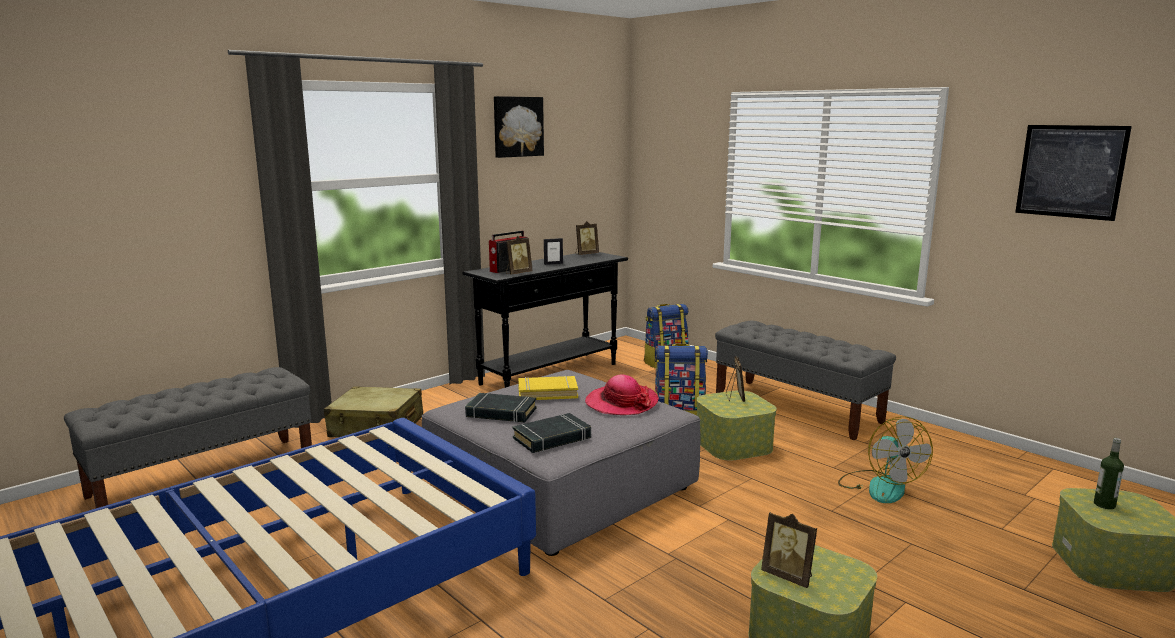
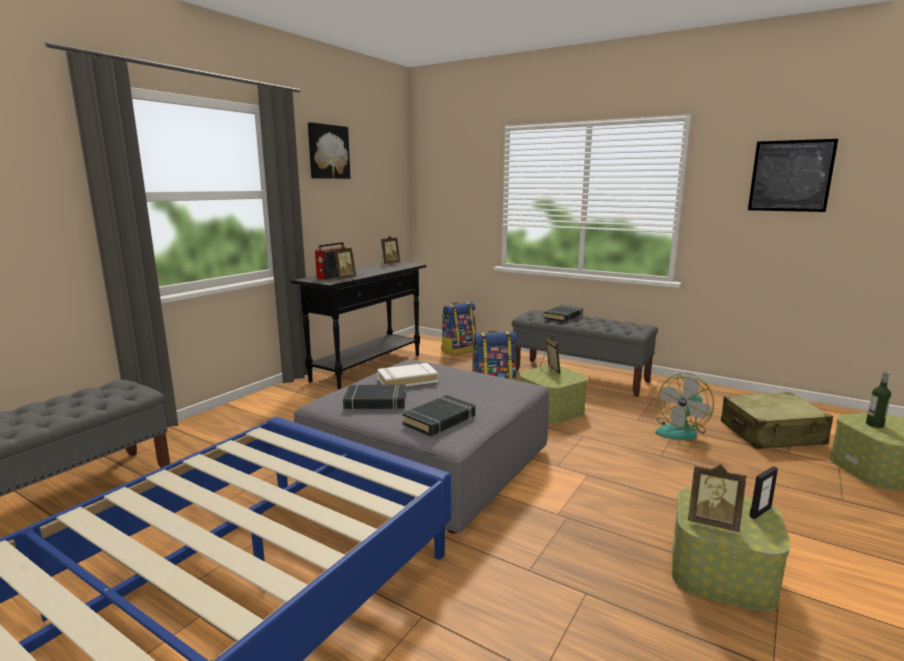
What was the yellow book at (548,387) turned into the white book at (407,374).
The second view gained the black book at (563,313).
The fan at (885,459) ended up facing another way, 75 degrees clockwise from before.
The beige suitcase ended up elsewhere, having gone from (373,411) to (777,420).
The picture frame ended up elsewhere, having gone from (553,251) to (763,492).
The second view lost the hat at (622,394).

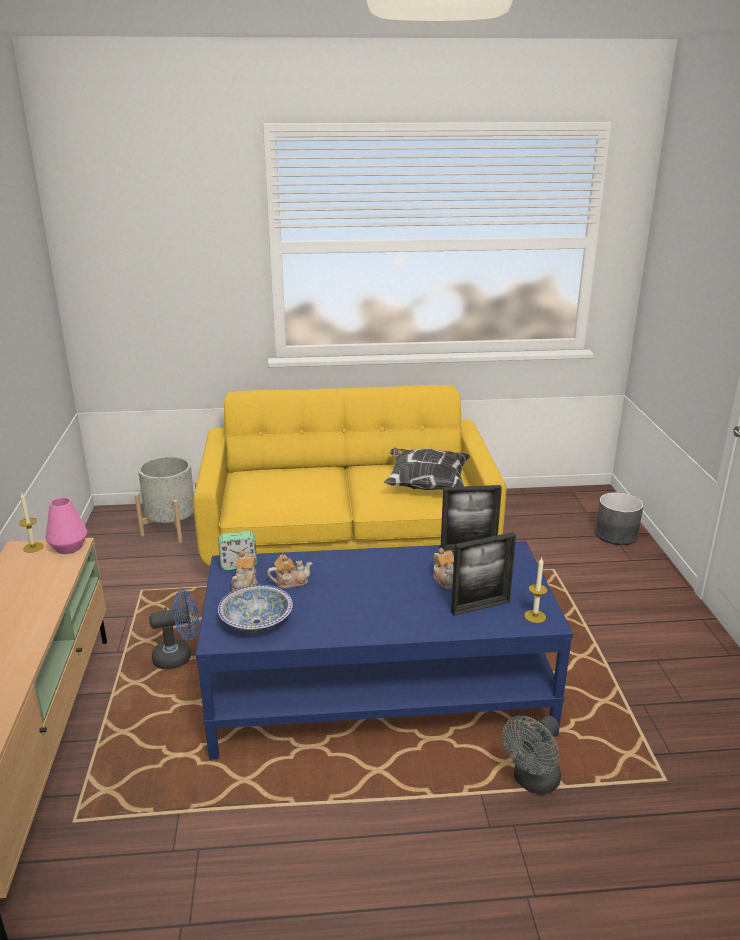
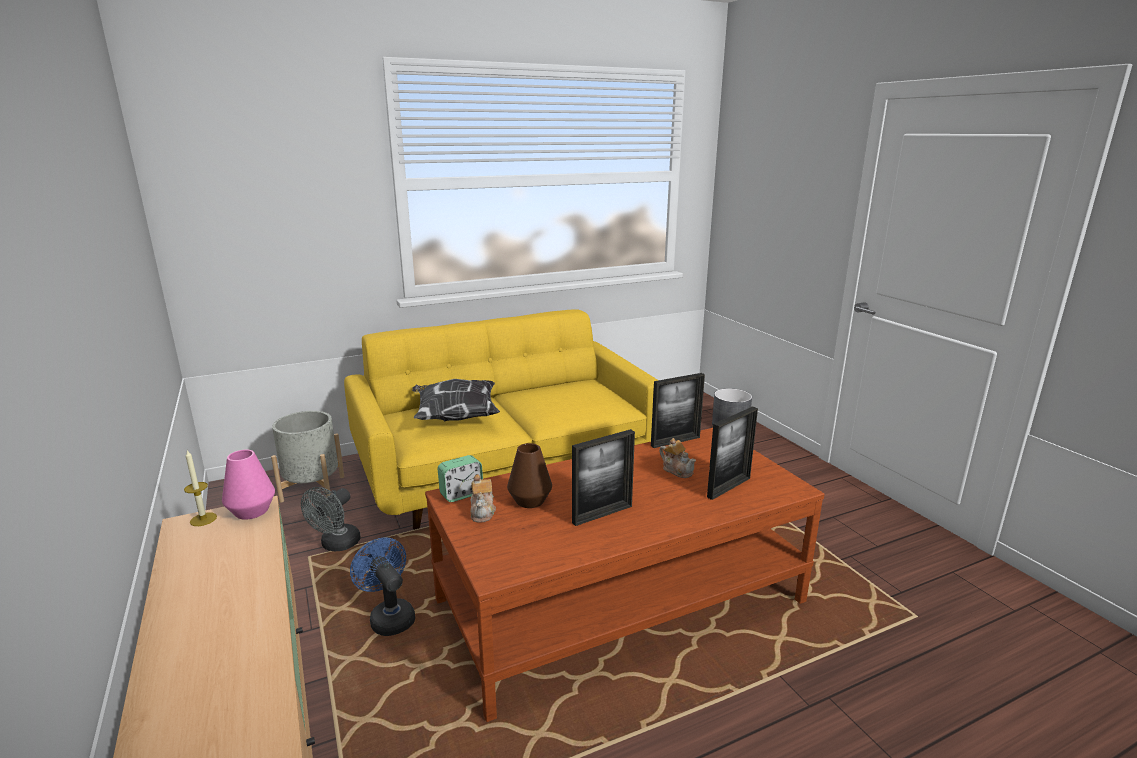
The grey fan ended up elsewhere, having gone from (531,755) to (331,519).
The blue fan at (174,630) ended up facing another way, 90 degrees counterclockwise from before.
The pillow ended up elsewhere, having gone from (427,469) to (456,400).
What was the blue coffee table at (384,650) turned into the brown coffee table at (625,575).
Where the teapot stood at (289,572), the brown vase came to stand at (529,475).
The second view gained the picture frame at (603,477).
The second view lost the bowl at (255,609).
The second view lost the candle at (536,590).

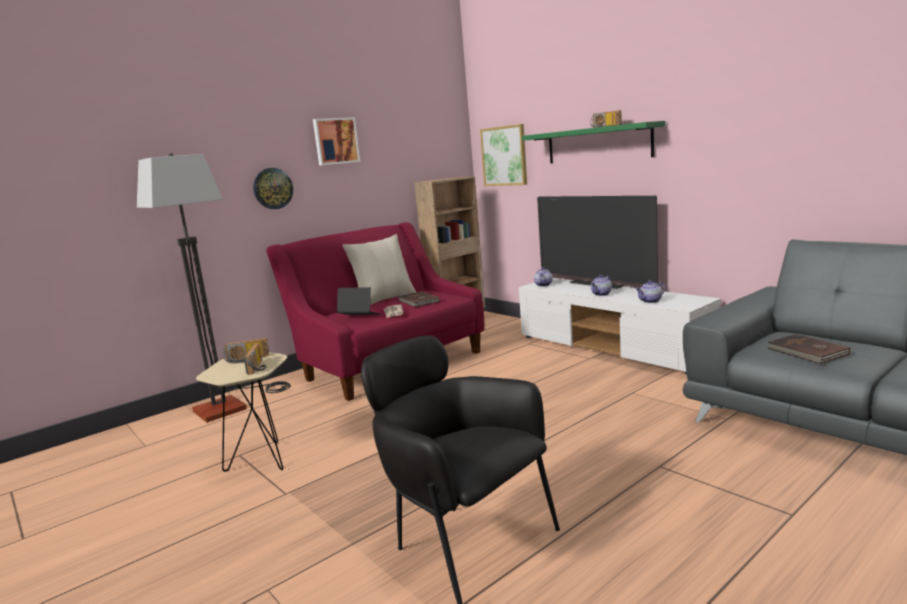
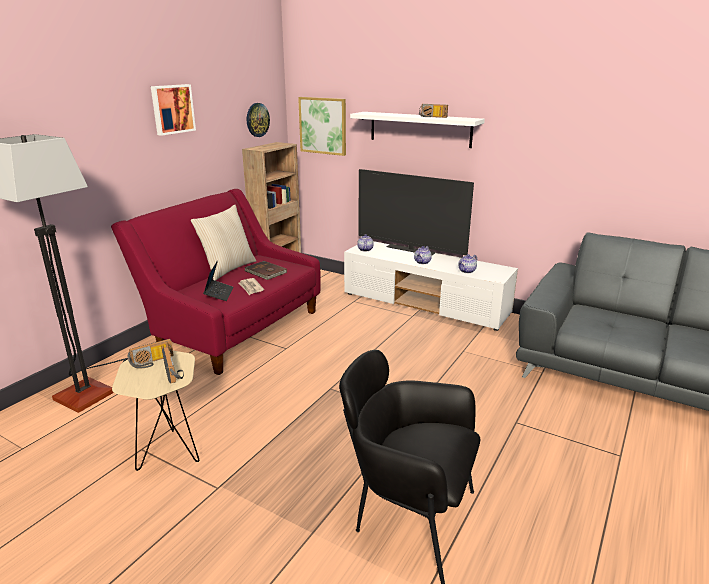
The laptop at (358,301) ended up facing another way, 90 degrees clockwise from before.
The wall clock ended up elsewhere, having gone from (273,188) to (258,120).
What was the green shelf at (593,142) turned into the white shelf at (417,130).
The second view lost the brown book at (808,349).

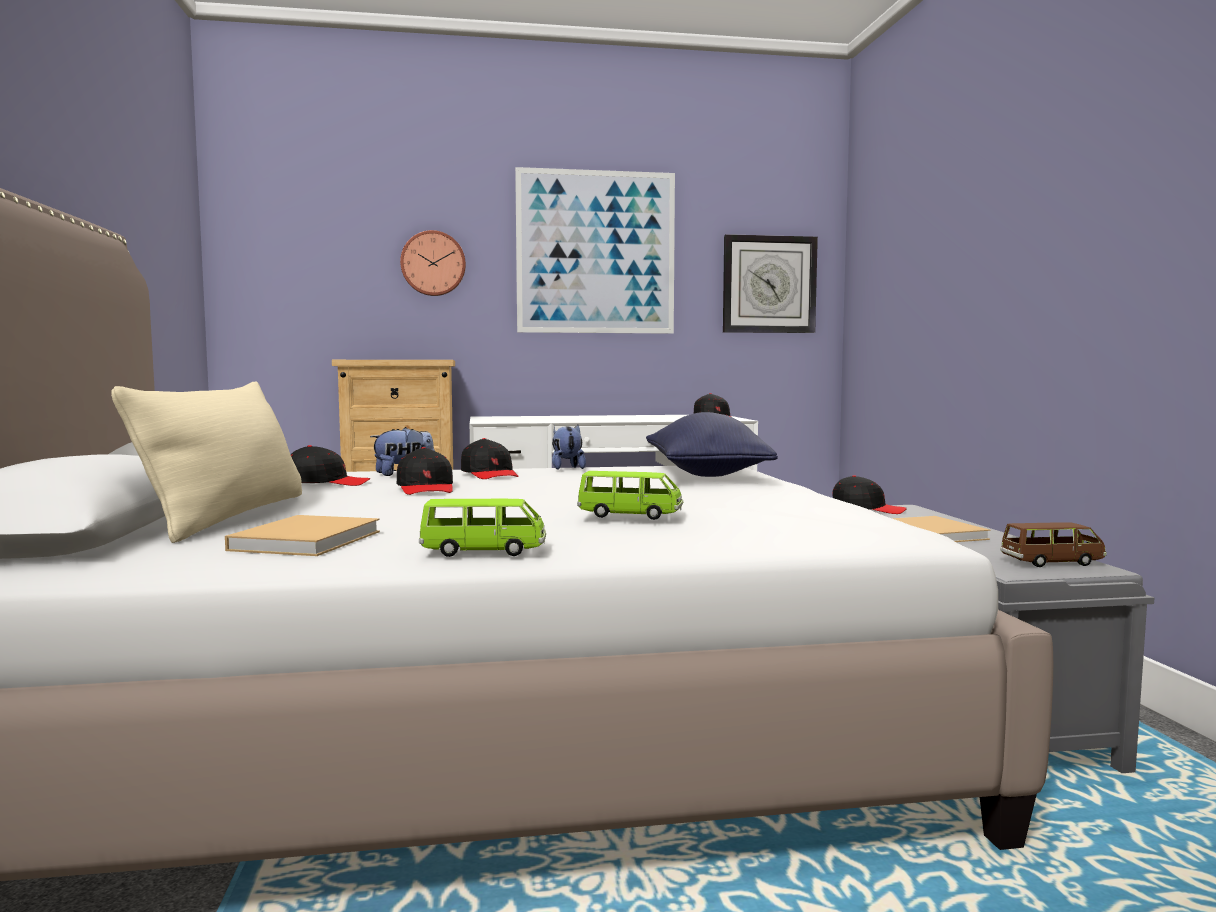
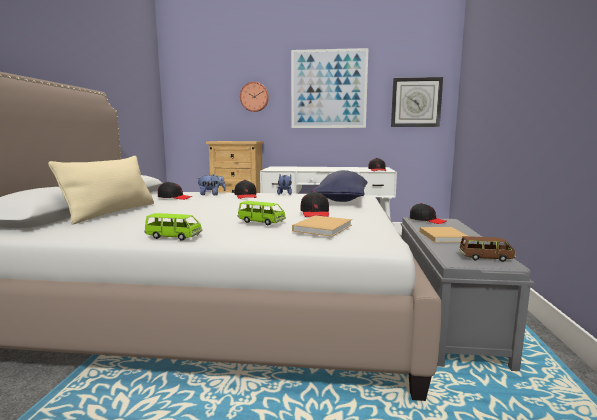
The beige book ended up elsewhere, having gone from (302,535) to (322,226).
The black cap ended up elsewhere, having gone from (424,471) to (314,204).

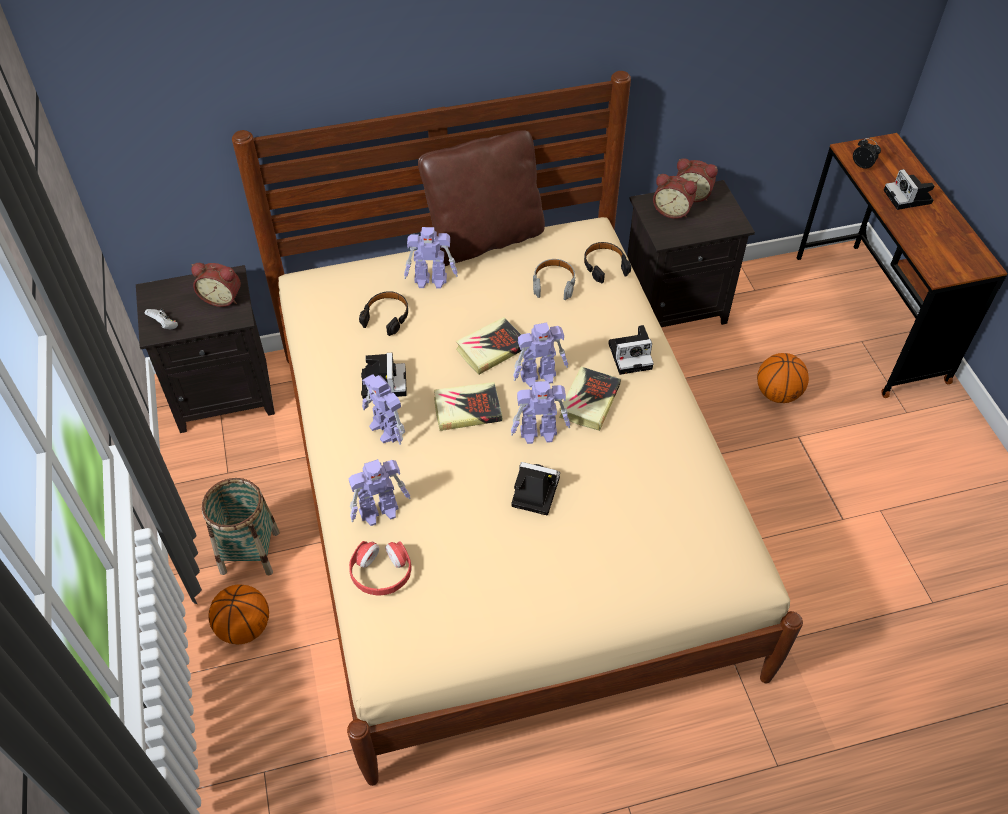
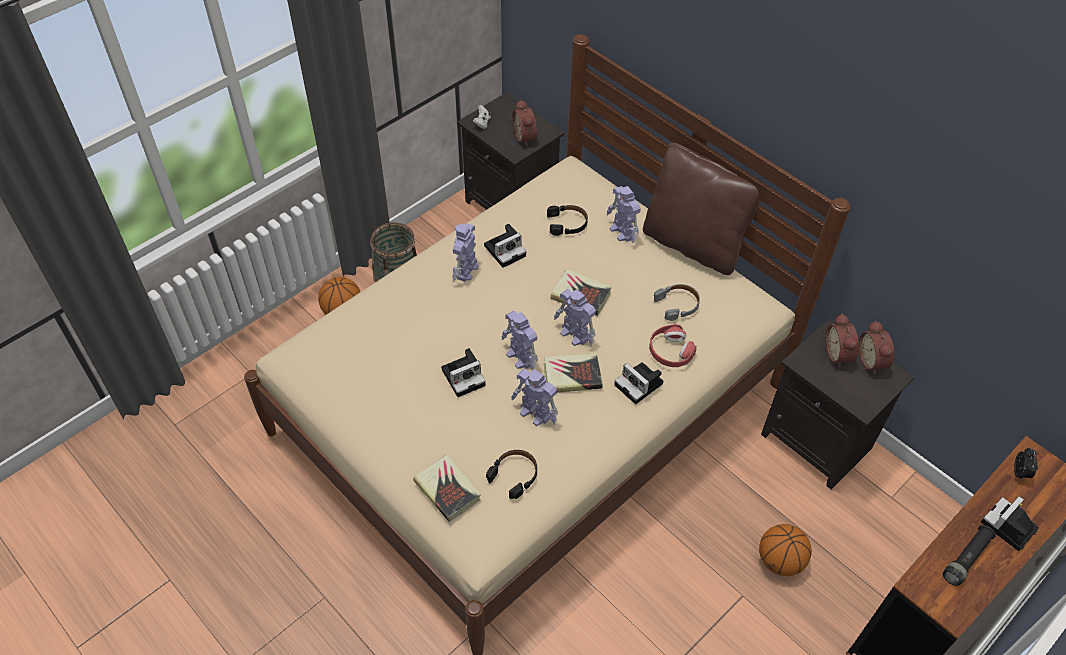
The book ended up elsewhere, having gone from (468,406) to (447,488).
The photo camera at (535,488) ended up facing another way, 75 degrees clockwise from before.
The black headphones ended up elsewhere, having gone from (607,263) to (511,474).
The toy robot ended up elsewhere, having gone from (379,492) to (534,397).
The red headphones ended up elsewhere, having gone from (380,568) to (673,345).
The second view gained the black flashlight at (969,555).

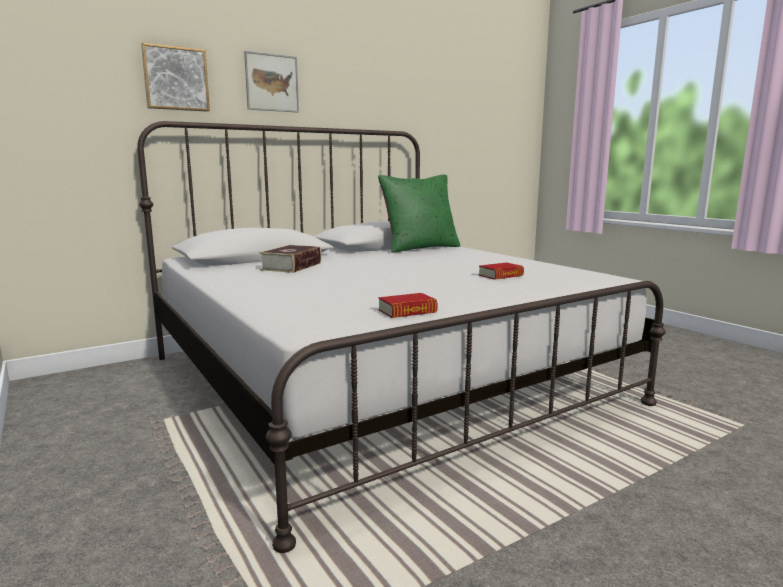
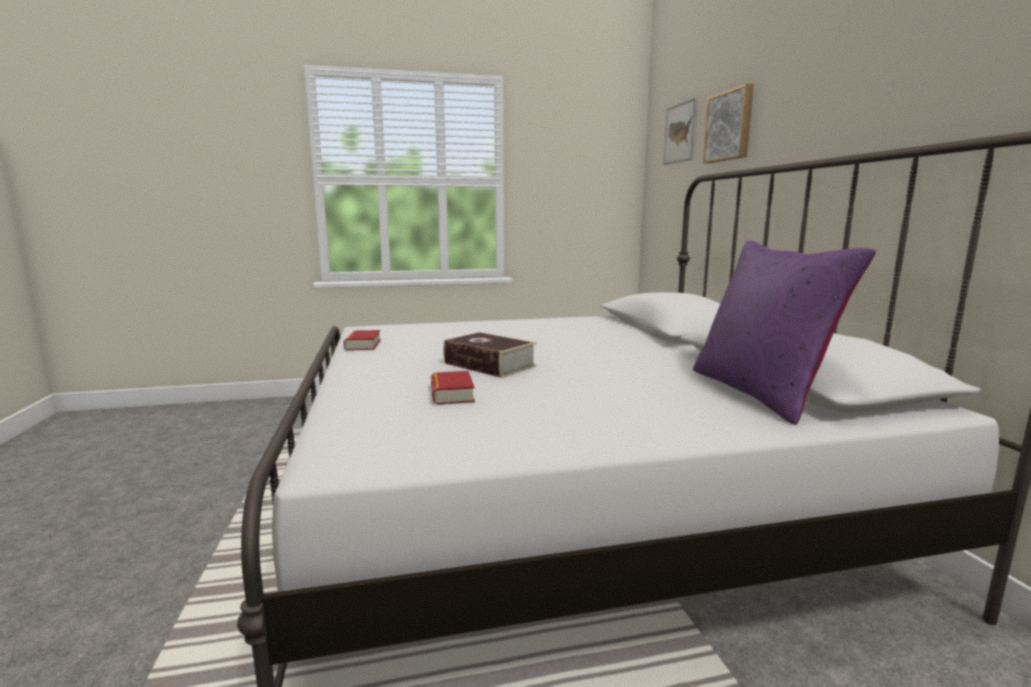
The book ended up elsewhere, having gone from (290,259) to (490,355).
The picture ended up elsewhere, having gone from (271,82) to (680,131).
What was the green pillow at (419,214) turned into the purple pillow at (784,333).

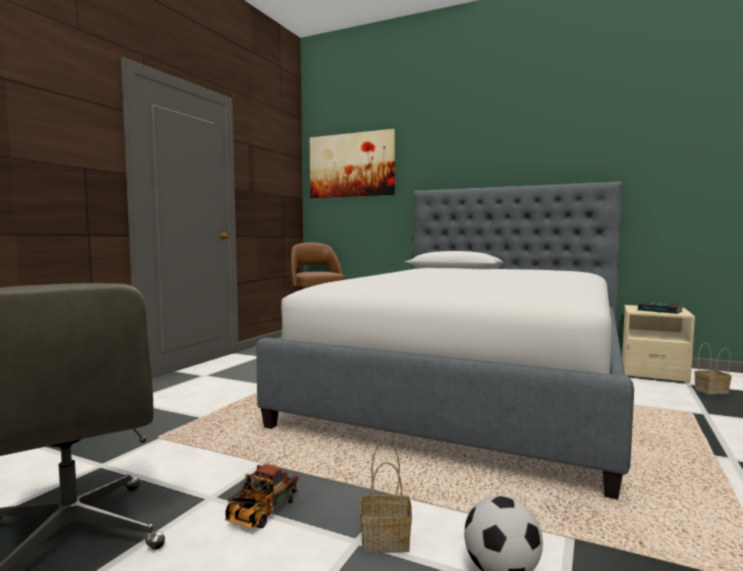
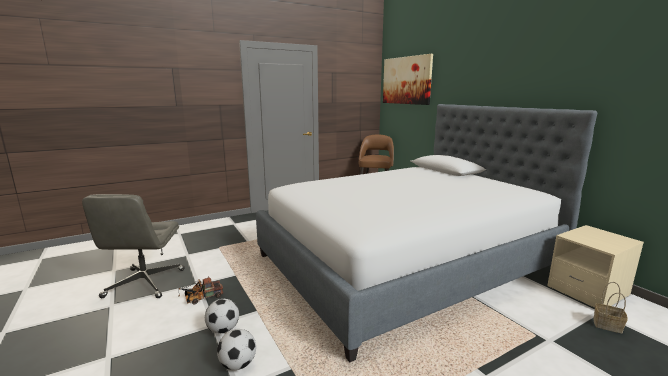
Where the basket stood at (386,497), the football came to stand at (222,316).
The second view lost the book at (660,307).

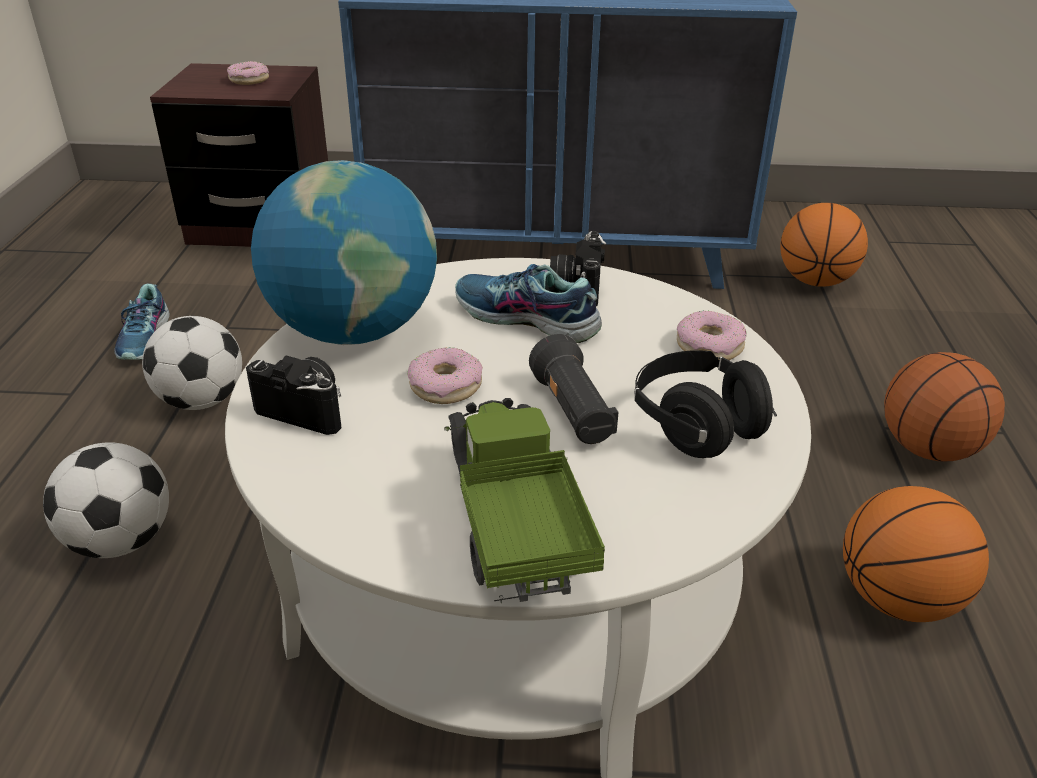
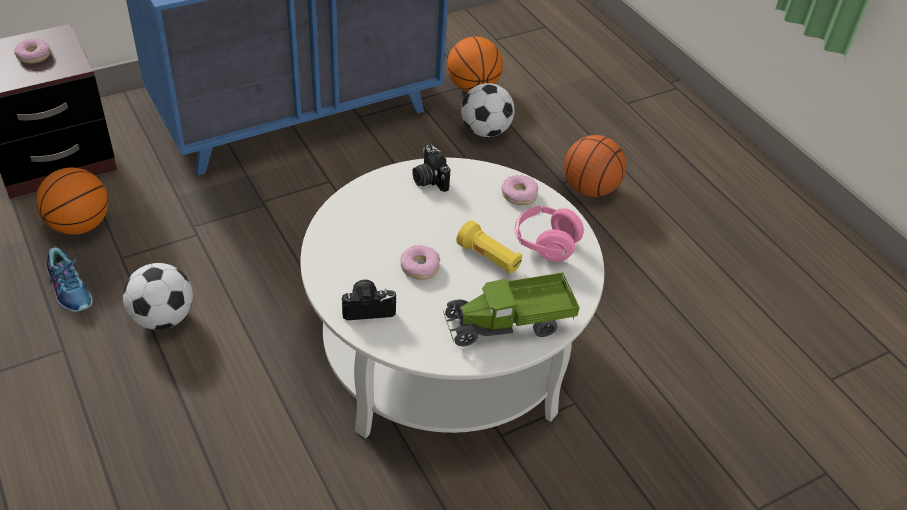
The basketball ended up elsewhere, having gone from (916,554) to (72,201).
The toy truck at (524,500) ended up facing another way, 60 degrees counterclockwise from before.
What was the black flashlight at (574,389) turned into the yellow flashlight at (489,247).
The football ended up elsewhere, having gone from (106,500) to (488,110).
What was the black headphones at (705,404) turned into the pink headphones at (549,233).
The second view lost the globe at (344,252).
The second view lost the shoe at (528,303).

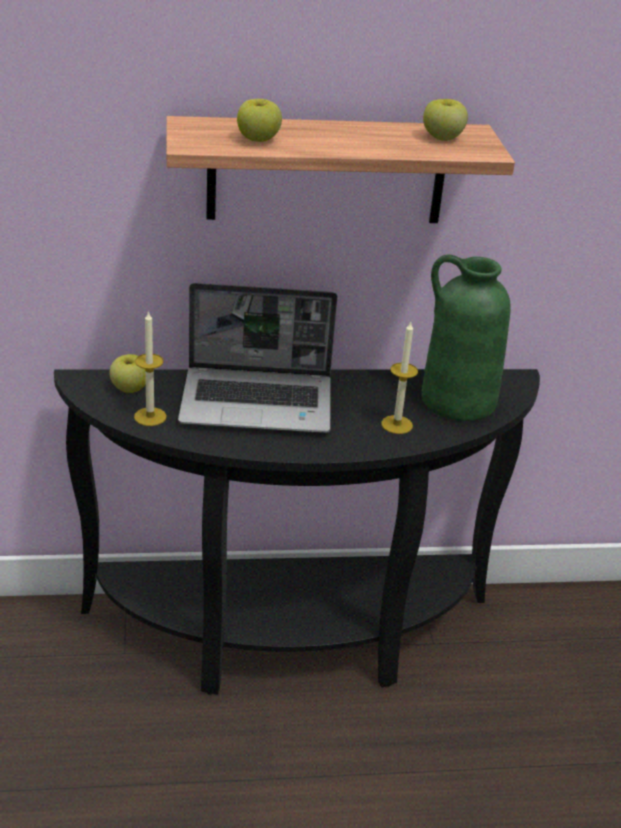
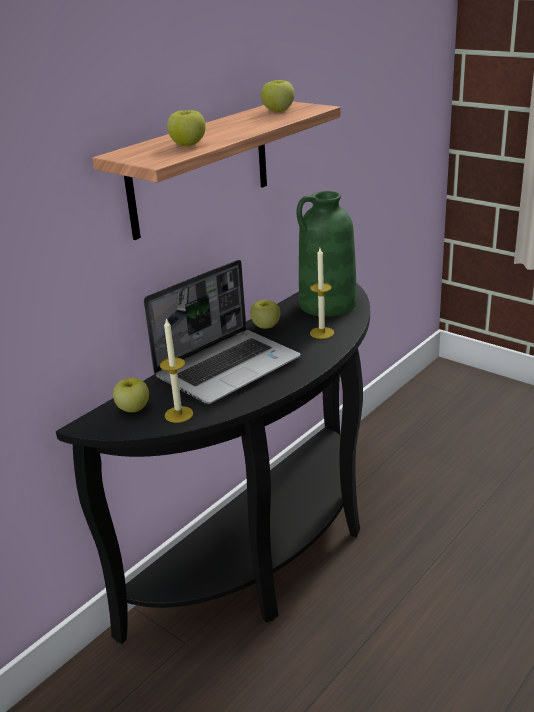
The second view gained the apple at (265,314).

